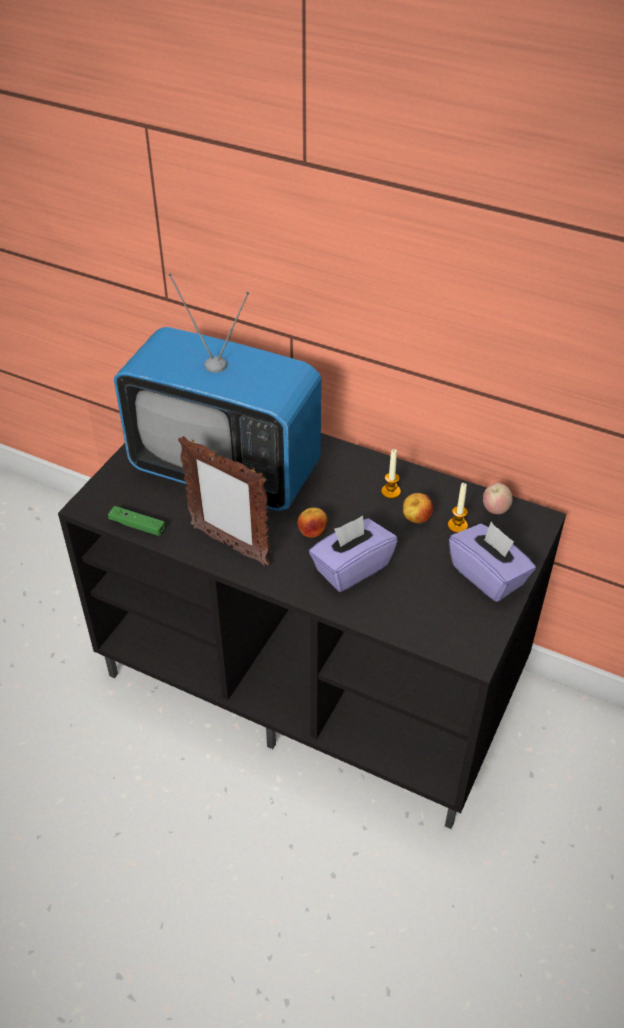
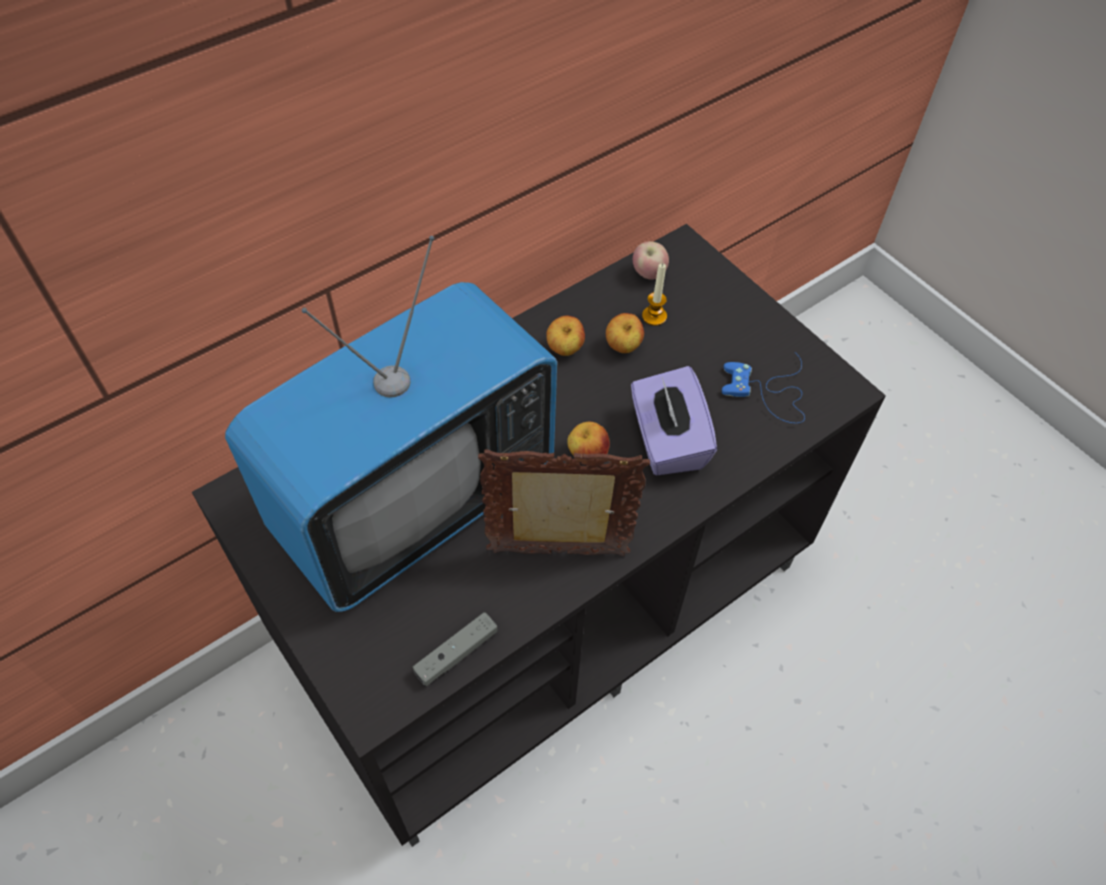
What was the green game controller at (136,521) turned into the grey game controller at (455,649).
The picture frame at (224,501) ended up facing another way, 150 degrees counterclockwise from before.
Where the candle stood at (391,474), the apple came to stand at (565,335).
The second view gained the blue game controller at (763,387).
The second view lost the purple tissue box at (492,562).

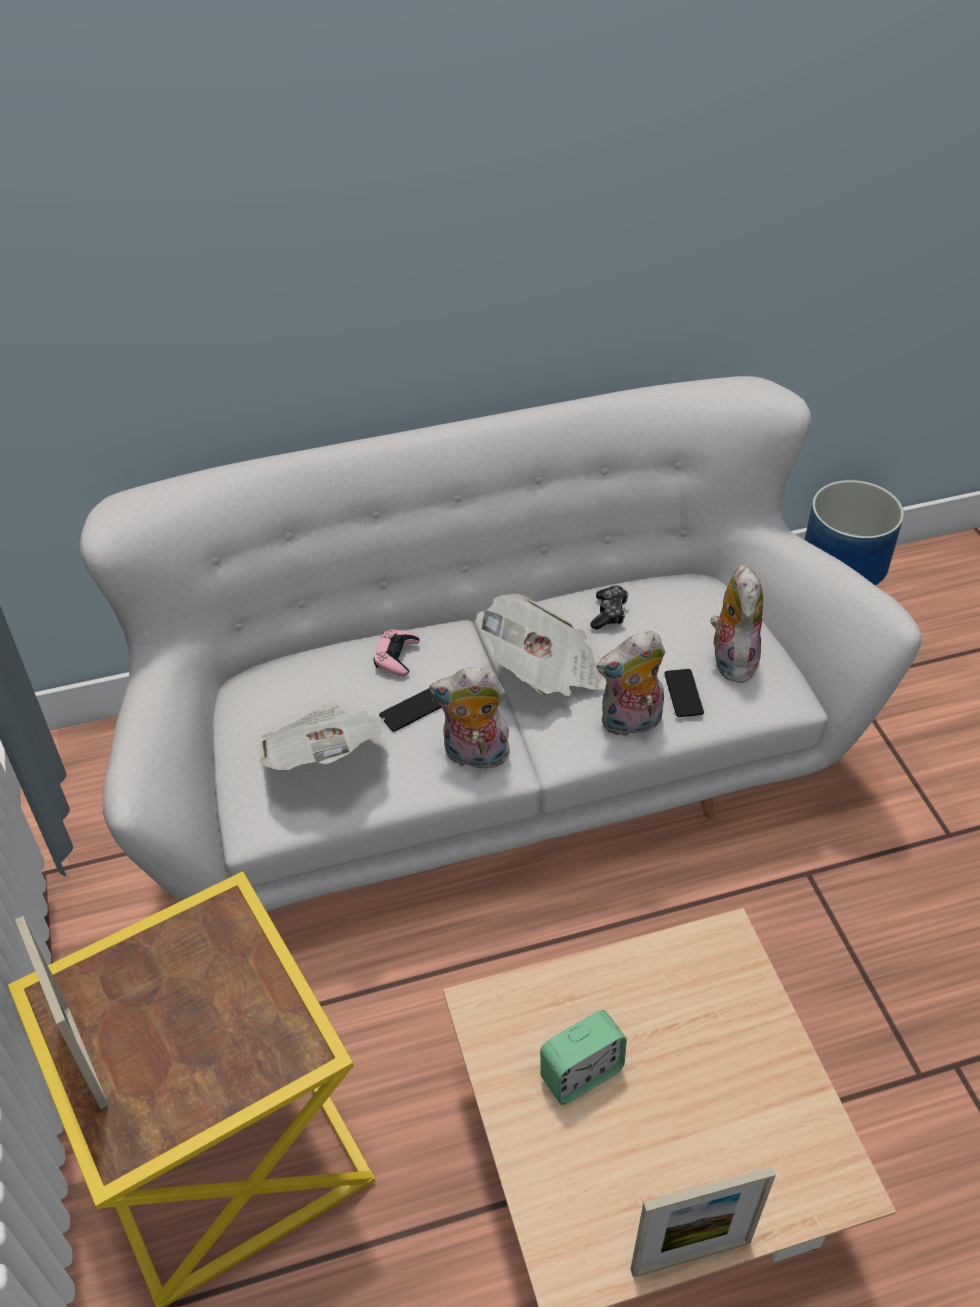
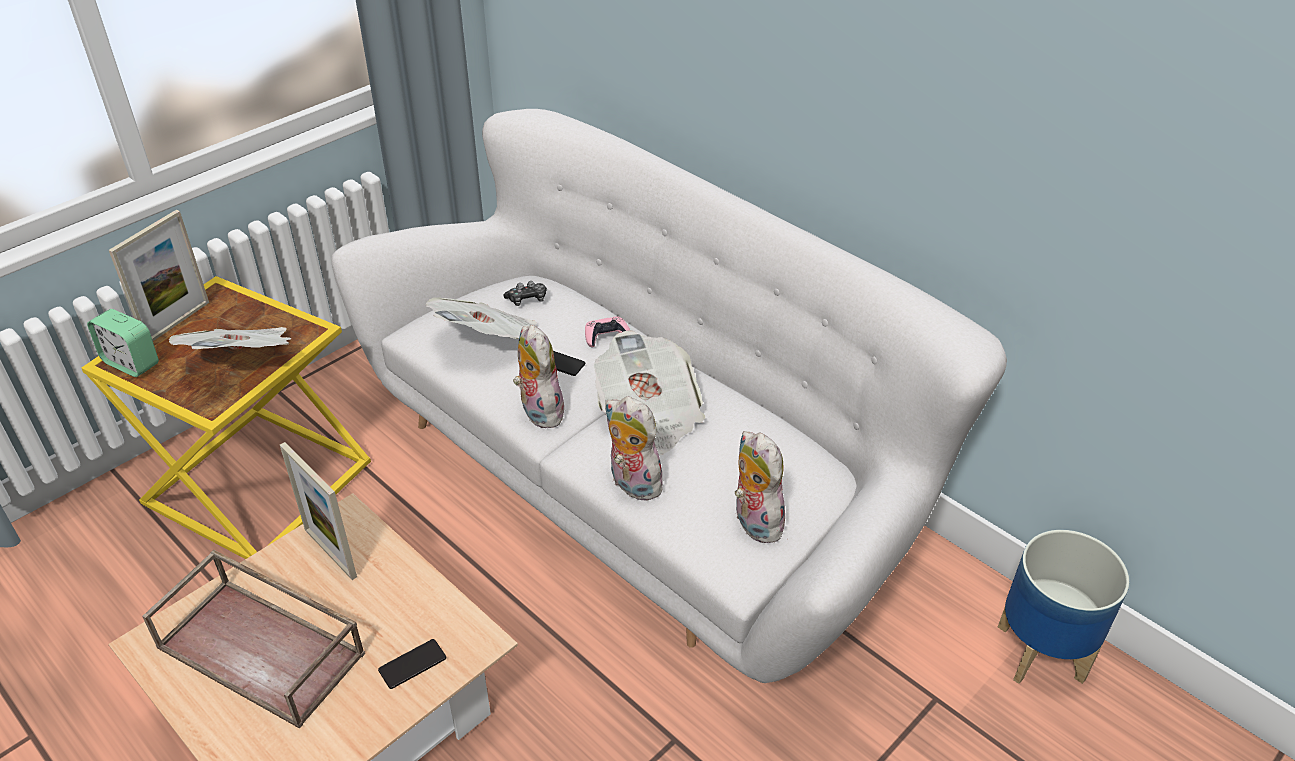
The alarm clock ended up elsewhere, having gone from (583,1057) to (123,343).
The second view gained the brown tray at (253,639).
The second view gained the newspaper at (230,338).
The picture frame ended up elsewhere, having gone from (703,1221) to (318,511).
The phone ended up elsewhere, having gone from (684,693) to (412,664).
The game controller ended up elsewhere, having gone from (609,607) to (525,293).
The plush toy at (737,623) ended up facing another way, 90 degrees counterclockwise from before.

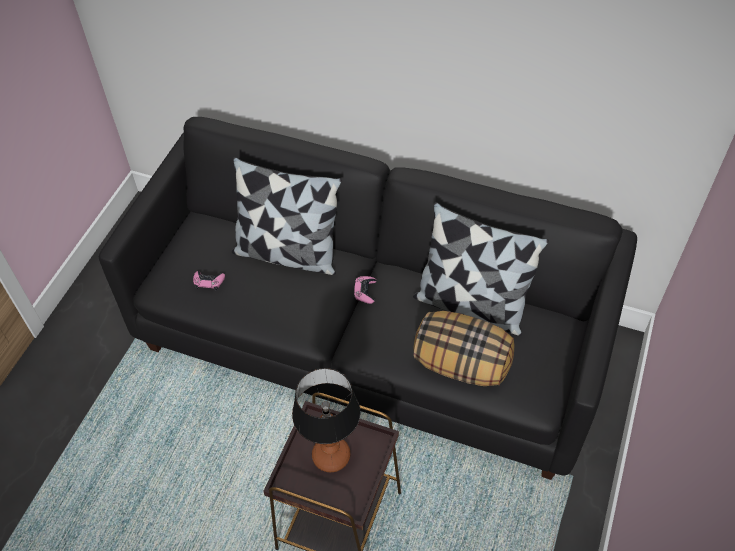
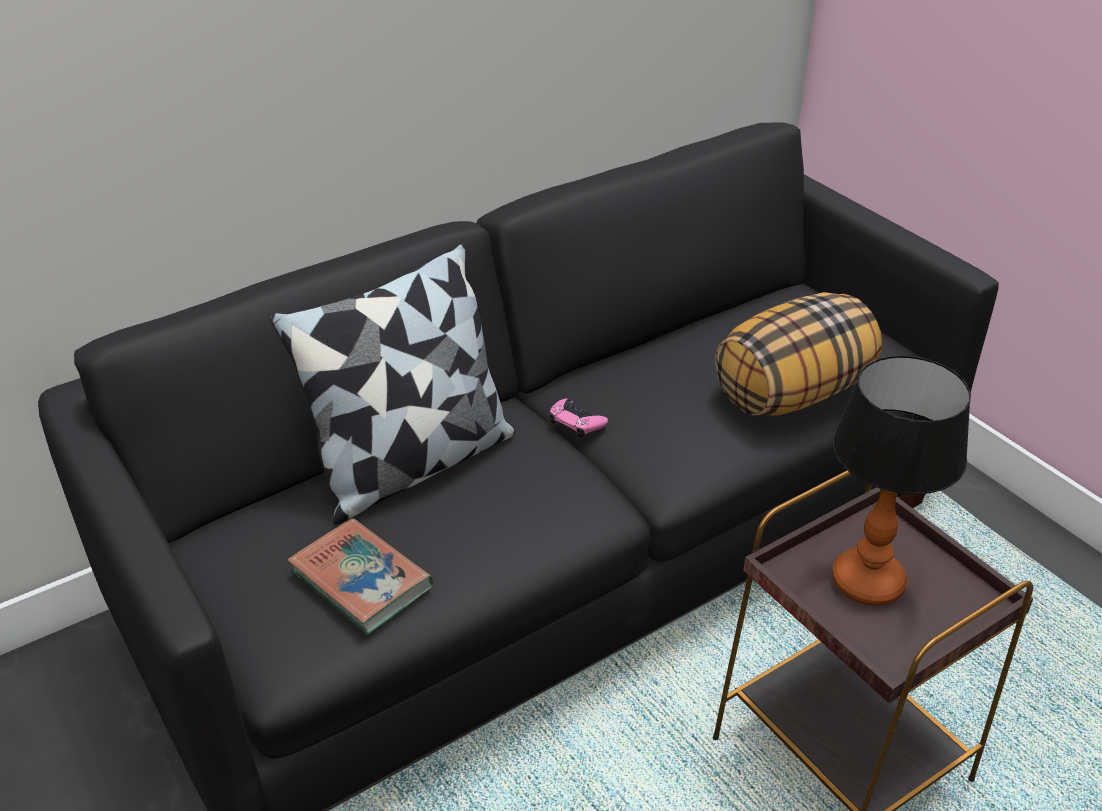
Where the pink game controller stood at (209,281), the book came to stand at (360,576).
The second view lost the pillow at (481,269).

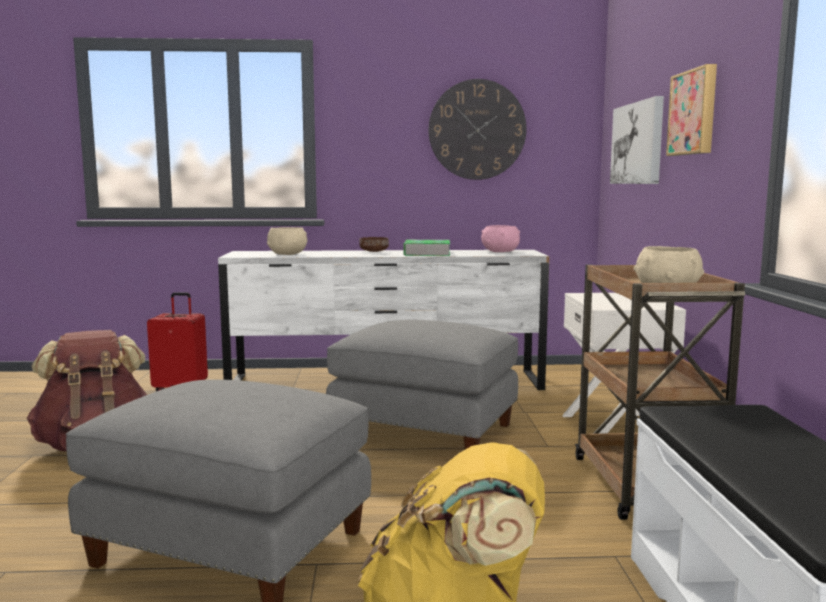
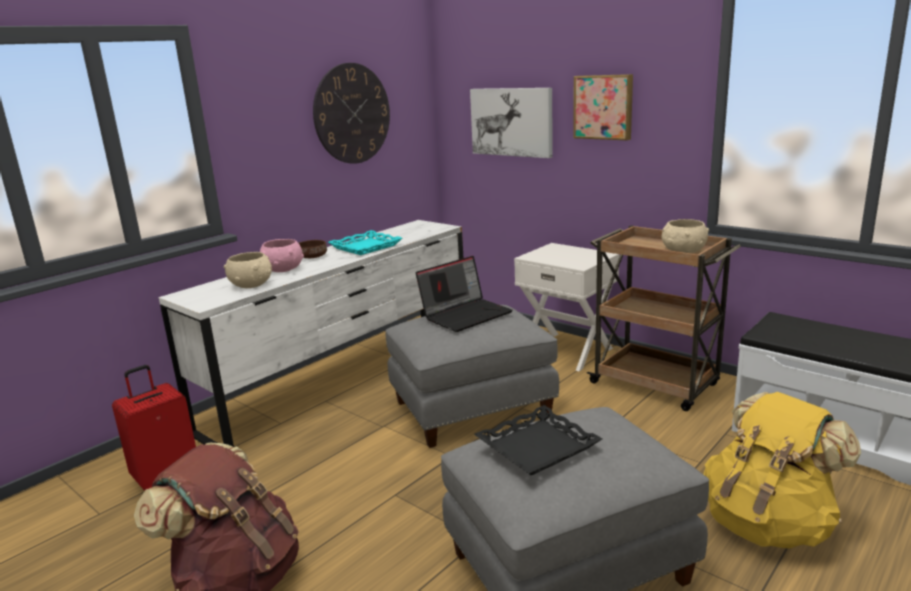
The pink bowl ended up elsewhere, having gone from (500,238) to (282,255).
Where the book stood at (427,248), the turquoise tray came to stand at (365,242).
The second view gained the laptop at (464,294).
The second view gained the black tray at (538,440).

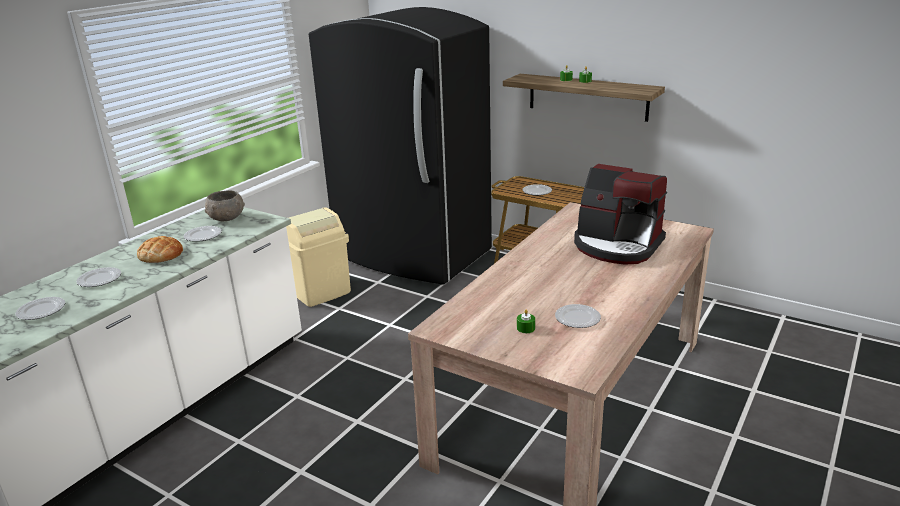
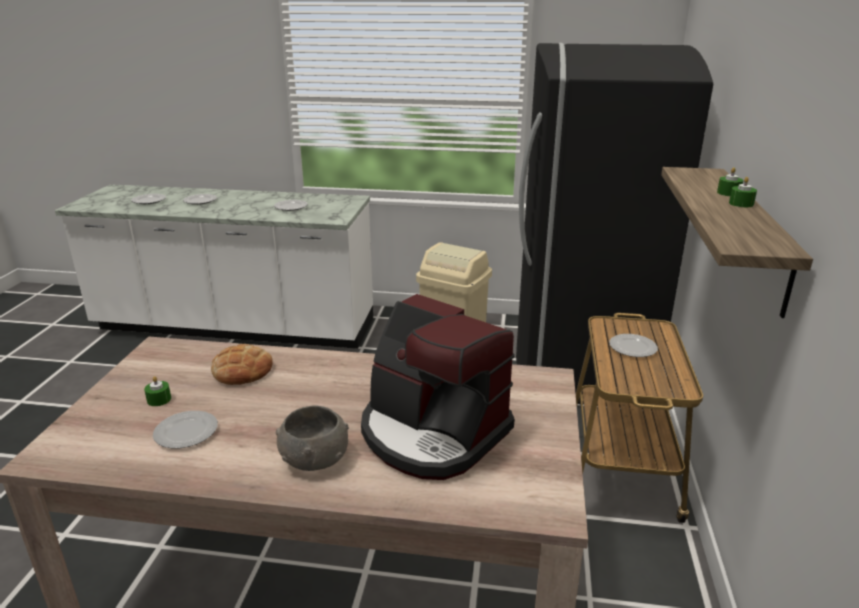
The bread ended up elsewhere, having gone from (160,249) to (242,364).
The grey bowl ended up elsewhere, having gone from (225,205) to (312,438).
The coffee machine at (620,214) ended up facing another way, 60 degrees counterclockwise from before.

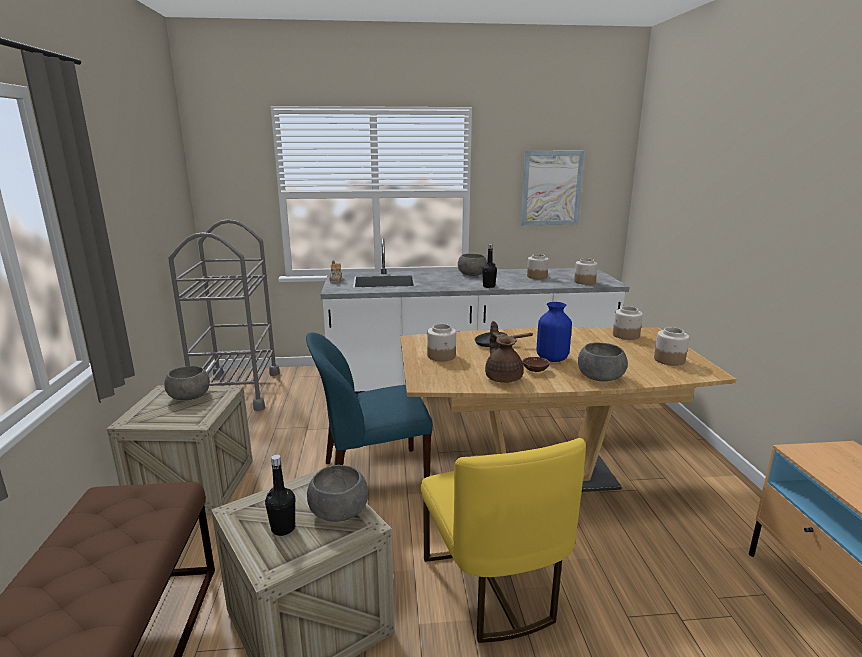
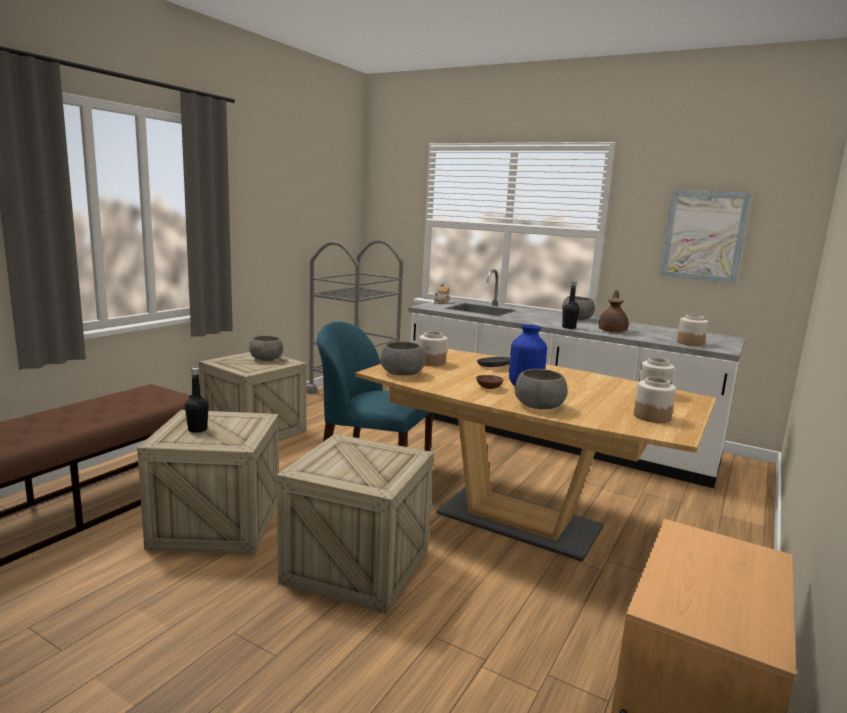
Where the yellow chair stood at (503,540), the crate came to stand at (355,524).
The grey bowl ended up elsewhere, having gone from (337,493) to (402,358).
The brown teapot ended up elsewhere, having gone from (504,352) to (613,311).
The second view lost the jar at (538,266).

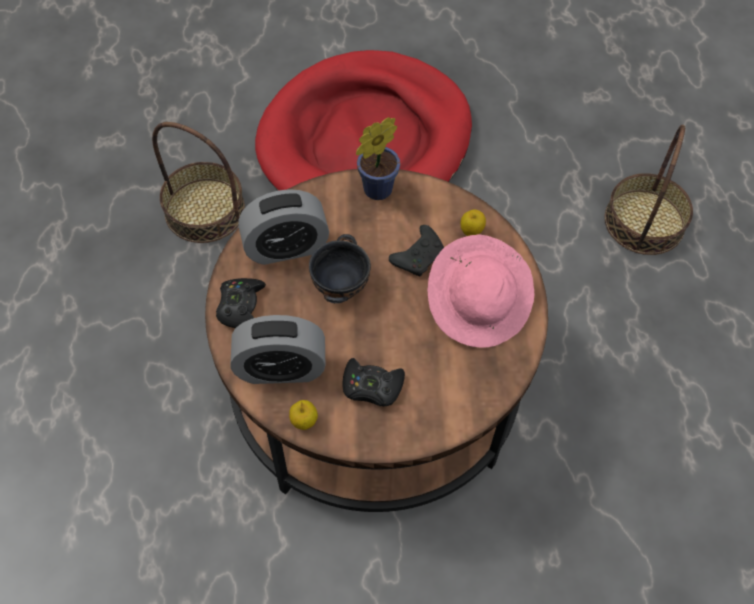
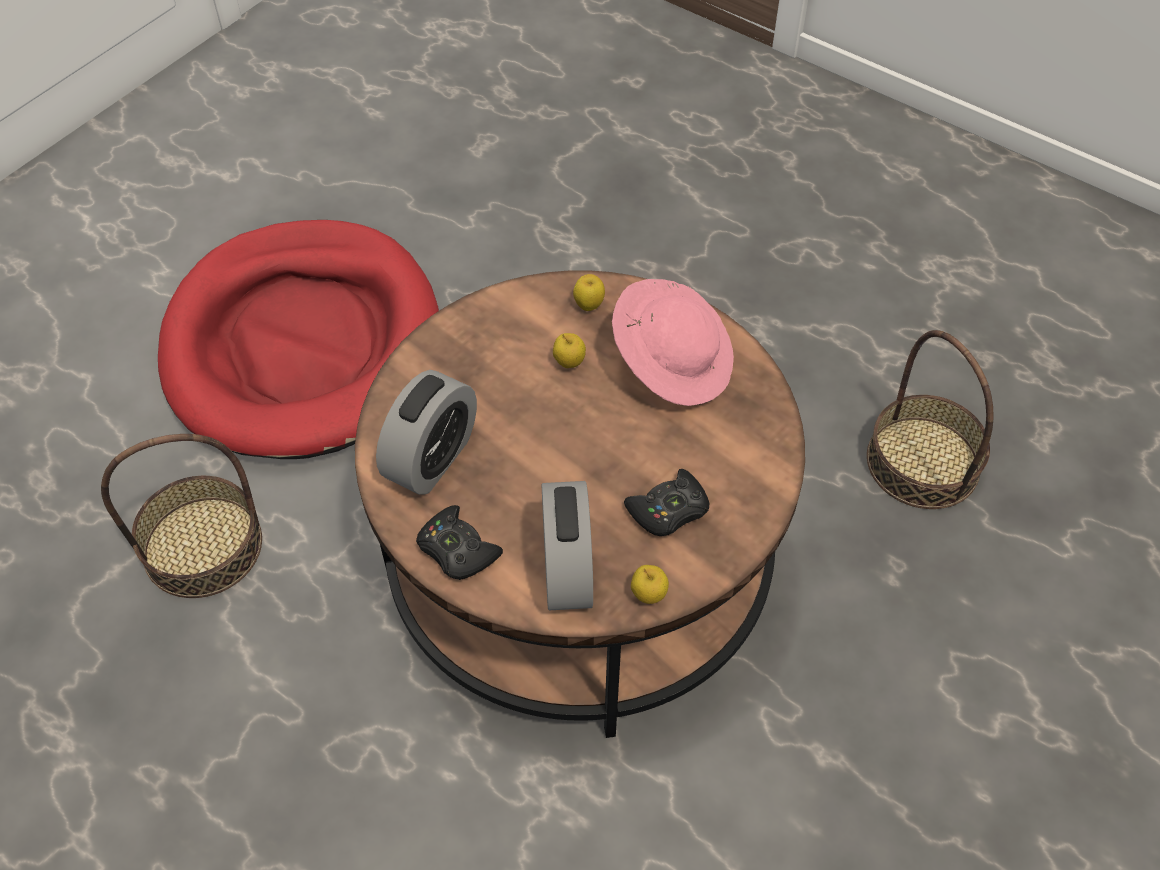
The alarm clock at (277,349) ended up facing another way, 45 degrees counterclockwise from before.
Where the black game controller stood at (416,250), the apple came to stand at (569,350).
The basket ended up elsewhere, having gone from (649,190) to (930,419).
The second view lost the black bowl at (340,269).
The second view lost the potted plant at (378,158).

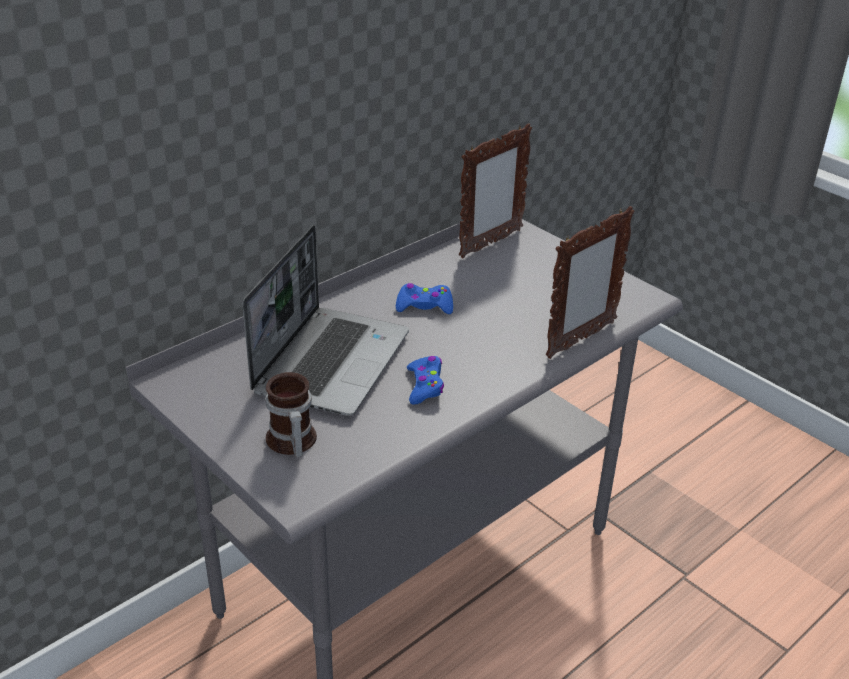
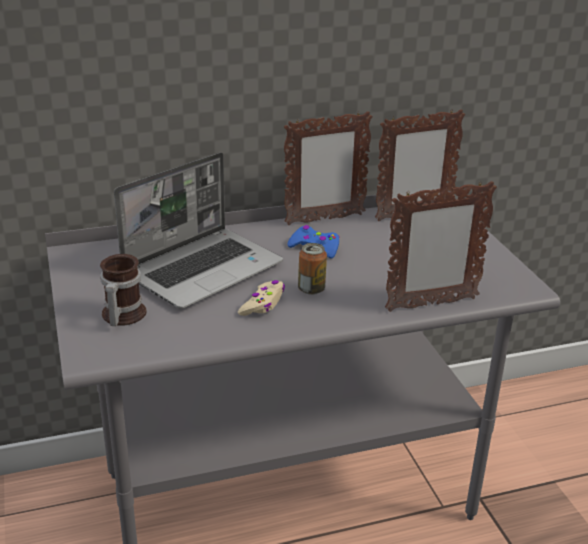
What was the blue game controller at (425,380) turned into the beige game controller at (261,298).
The second view gained the picture frame at (328,168).
The second view gained the can at (312,269).

